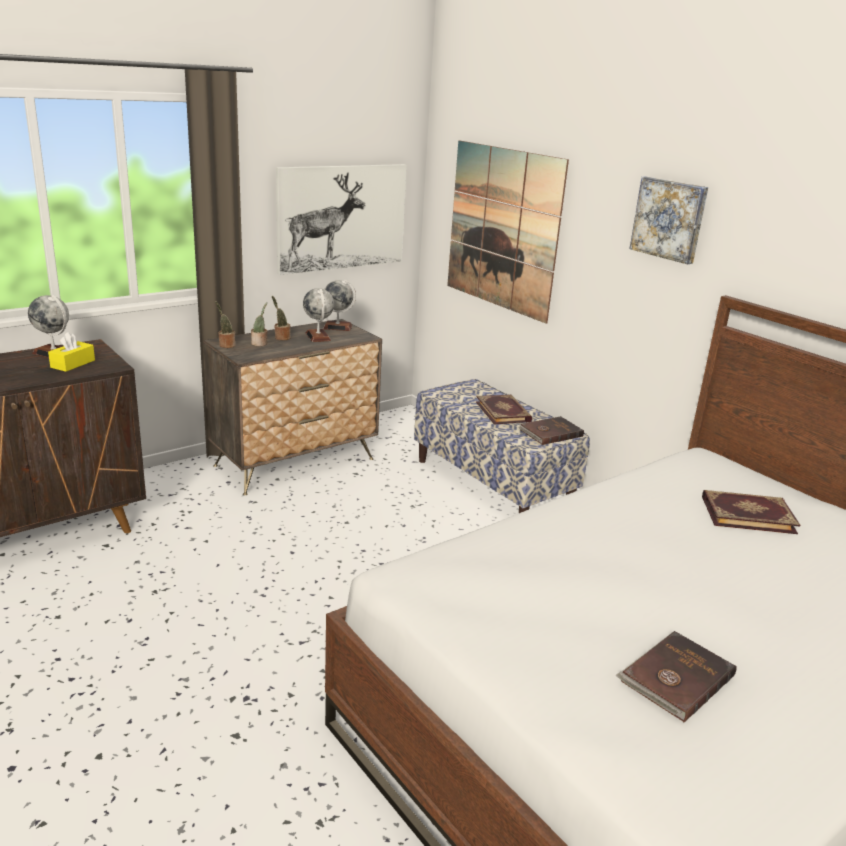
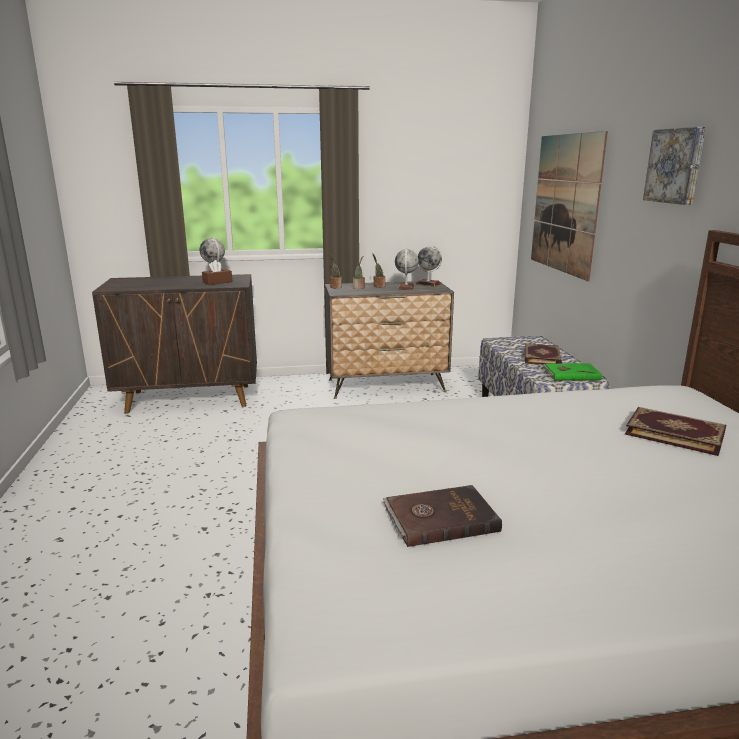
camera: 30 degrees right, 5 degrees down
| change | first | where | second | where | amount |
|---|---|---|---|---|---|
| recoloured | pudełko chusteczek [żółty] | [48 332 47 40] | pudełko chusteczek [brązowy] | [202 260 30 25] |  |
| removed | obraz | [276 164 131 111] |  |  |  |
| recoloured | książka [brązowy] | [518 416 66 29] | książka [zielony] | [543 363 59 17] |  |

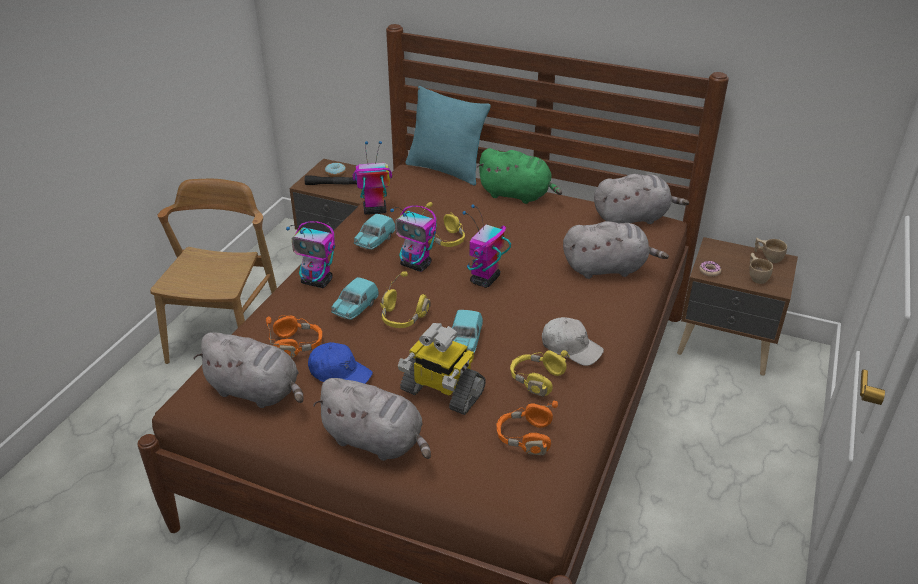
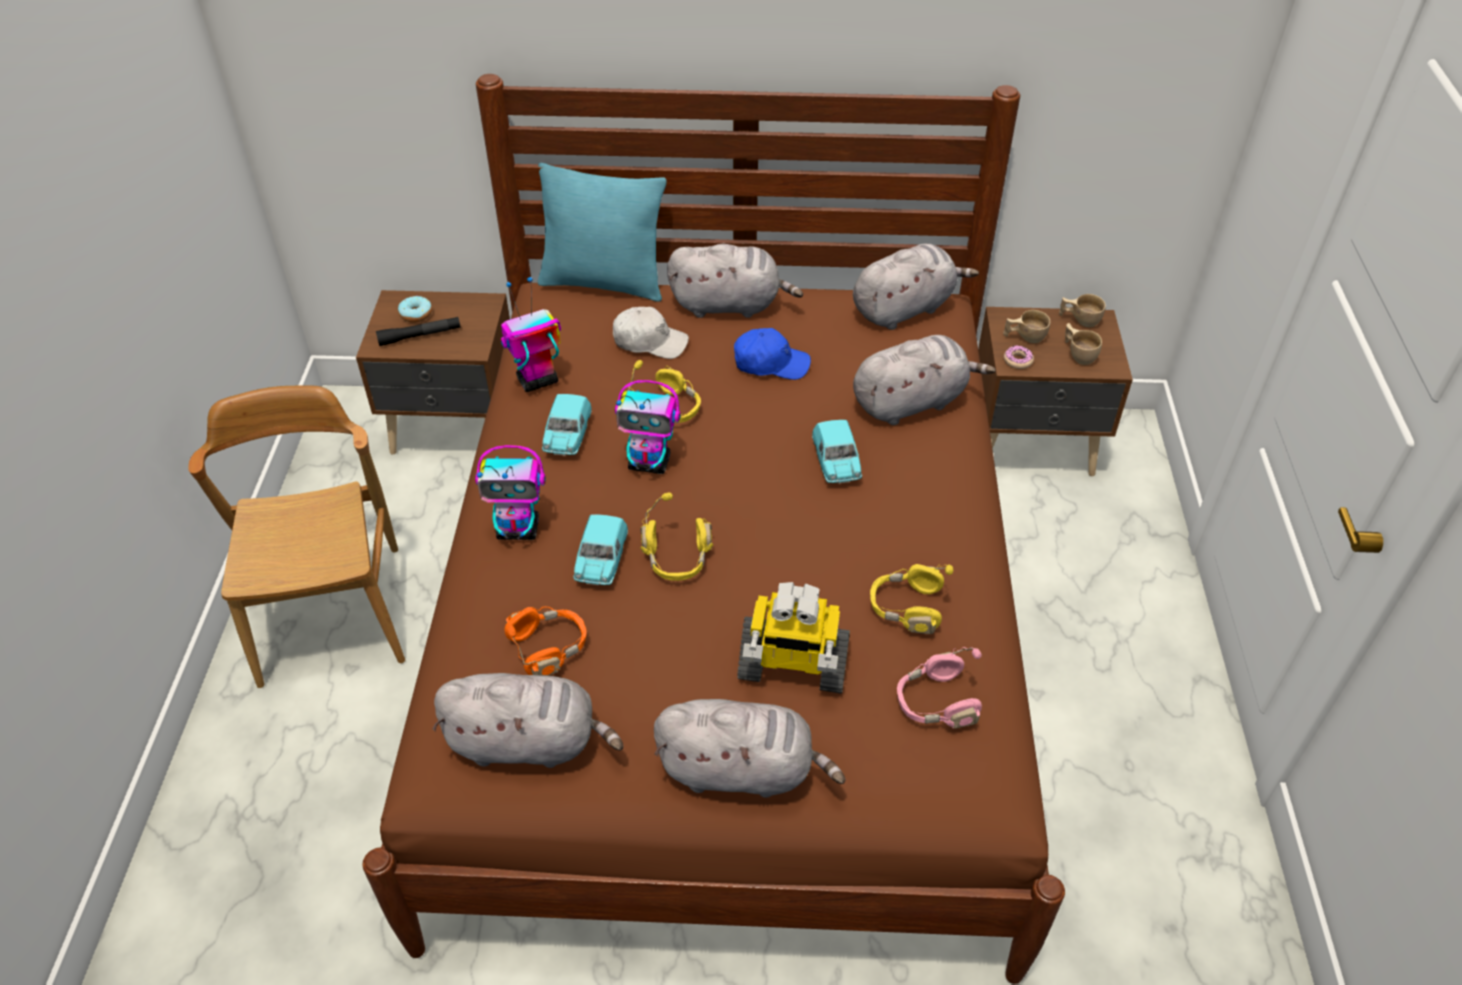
camera: 20 degrees left, 10 degrees up
| change | first | where | second | where | amount |
|---|---|---|---|---|---|
| moved | czapka z daszkiem [niebieski] | [308 342 65 42] |  | [734 328 77 52] |  |
| moved | samochodzik [turkusowy] | [452 310 31 44] |  | [812 420 50 64] |  |
| removed | robot zabawkowy | [462 205 49 83] |  |  |  |
| recoloured | pluszak [zielony] | [477 148 85 56] | pluszak [szary] | [667 244 136 74] |  |
| recoloured | słuchawki [pomarańczowy] | [497 401 61 54] | słuchawki [różowy] | [897 647 85 82] |  |
| moved | czapka z daszkiem [biały] | [542 317 62 49] |  | [613 307 76 52] |  |
| added |  |  | filiżanka [beżowy] | [1003 310 47 33] |  |

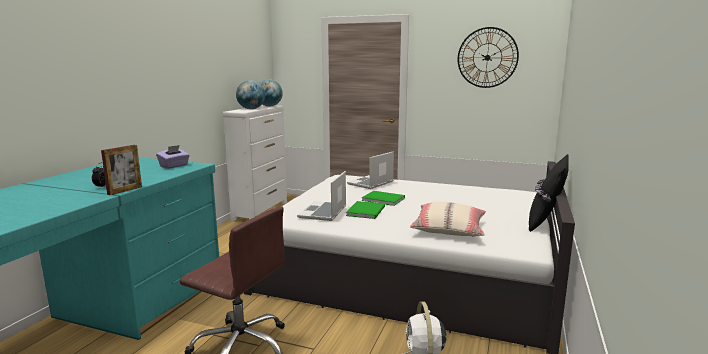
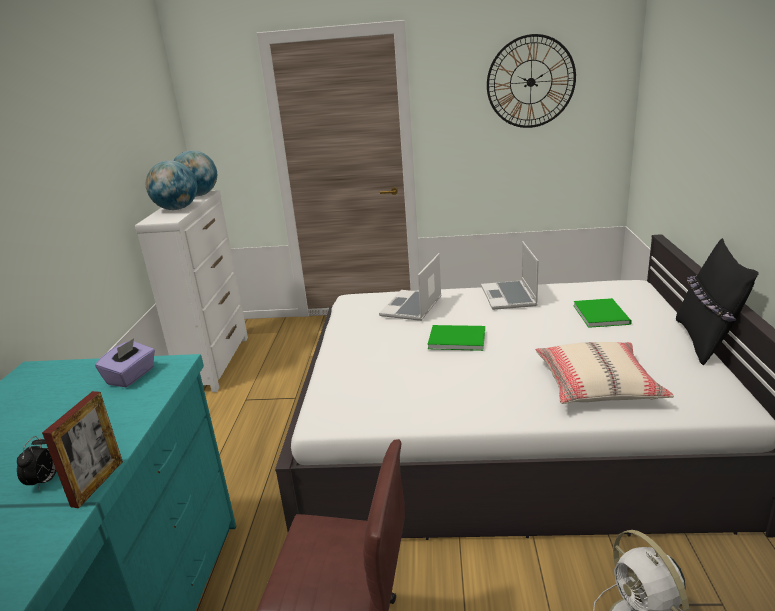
camera: 15 degrees left, 10 degrees up
| change | first | where | second | where | amount |
|---|---|---|---|---|---|
| moved | laptop | [297 171 49 50] |  | [481 241 58 69] |  |
| moved | książka [zielony] | [346 201 39 18] |  | [573 298 59 30] |  |

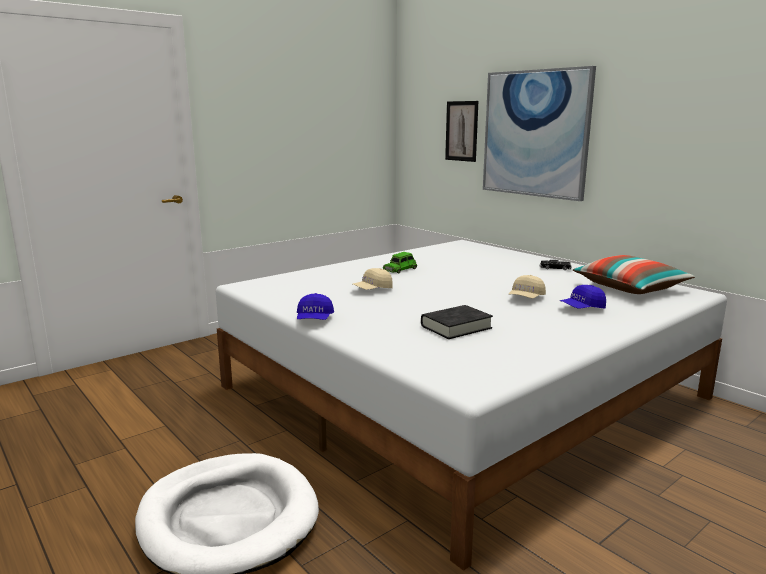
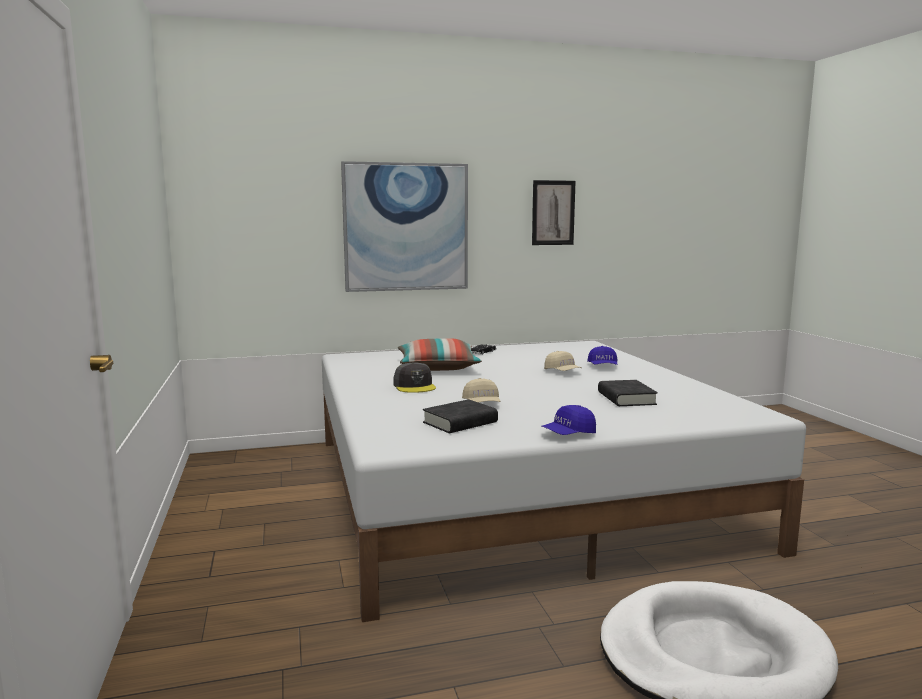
camera: 65 degrees left, 5 degrees down
| change | first | where | second | where | amount |
|---|---|---|---|---|---|
| turned | czapka z daszkiem [niebieski] | [297 293 37 27] |  | [541 405 55 30] | 120 degrees clockwise |
| replaced | samochodzik [zielony] | [383 252 34 21] | czapka z daszkiem [szary] | [393 363 43 30] |  |
| moved | obraz | [445 101 33 61] |  | [532 180 44 65] |  |
| moved | poduszka | [573 255 122 39] |  | [398 338 84 33] |  |
| added |  |  | książka [czarny] | [423 399 75 34] |  |

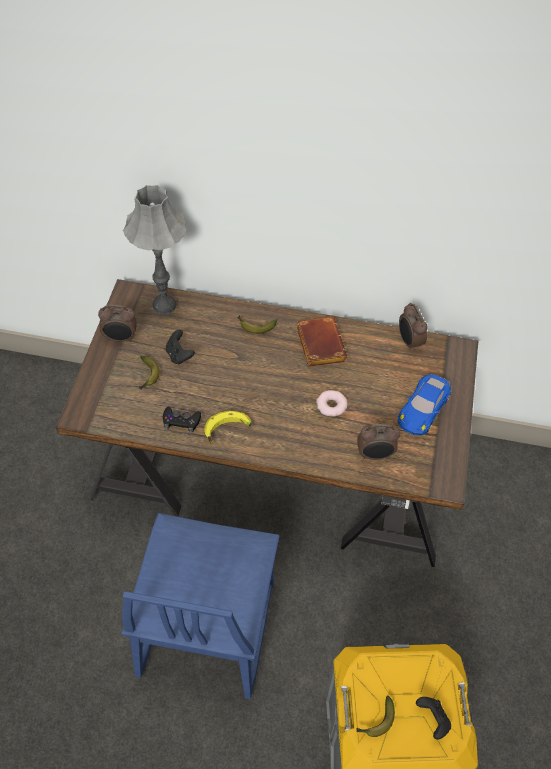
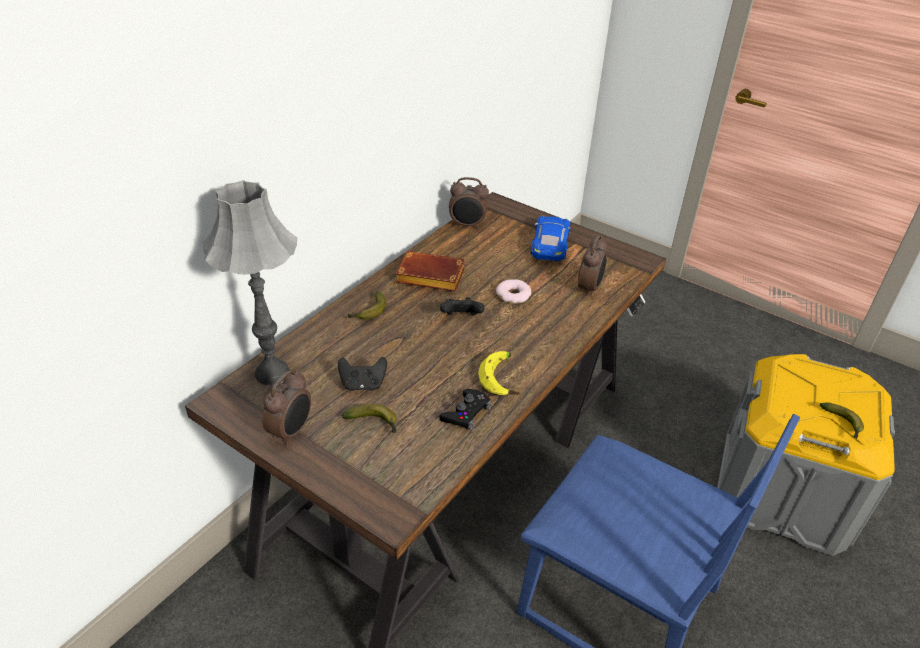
camera: 65 degrees left, 15 degrees down
| change | first | where | second | where | amount |
|---|---|---|---|---|---|
| turned | samochodzik [niebieski] | [398 374 53 62] |  | [530 216 41 46] | 135 degrees counterclockwise |
| moved | pad do gier [czarny] | [416 697 35 42] |  | [440 297 45 18] |  |

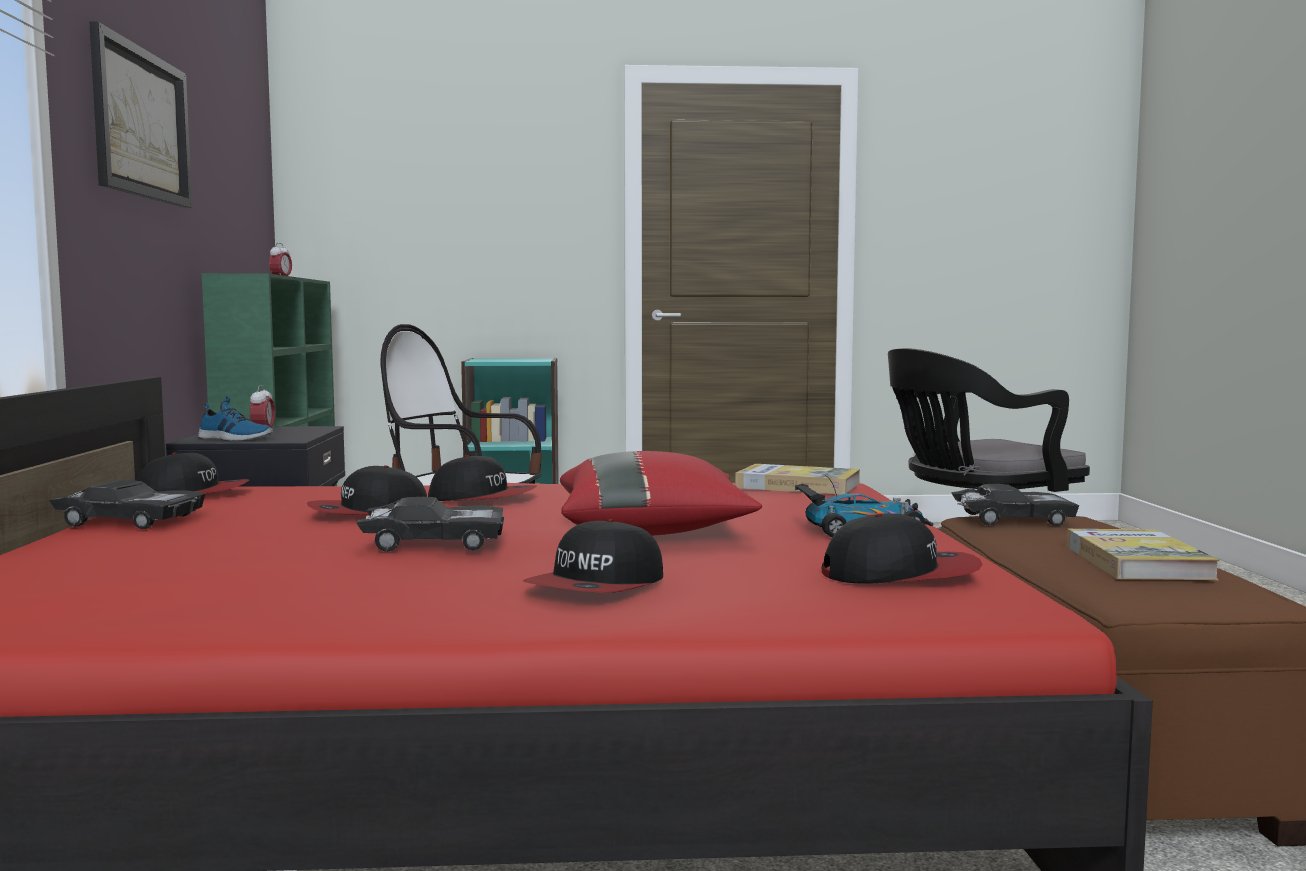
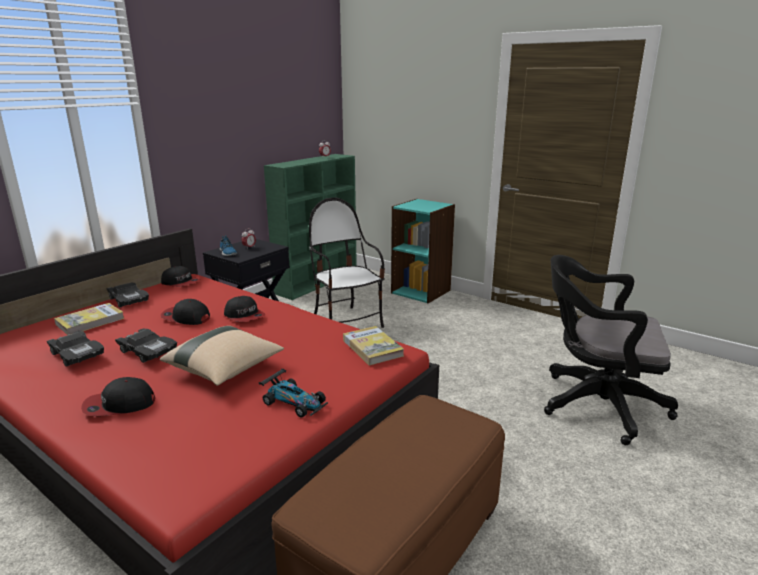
camera: 40 degrees right, 15 degrees up
| change | first | where | second | where | amount |
|---|---|---|---|---|---|
| removed | obraz | [90 21 102 187] |  |  |  |
| recoloured | poduszka [czerwony] | [560 451 202 85] | poduszka [beżowy] | [160 326 124 60] |  |
| removed | czapka z daszkiem | [822 513 161 71] |  |  |  |
| moved | samochodzik [czarny] | [951 484 128 42] |  | [47 331 57 36] |  |
| moved | książka | [1067 529 153 51] |  | [54 303 71 32] |  |

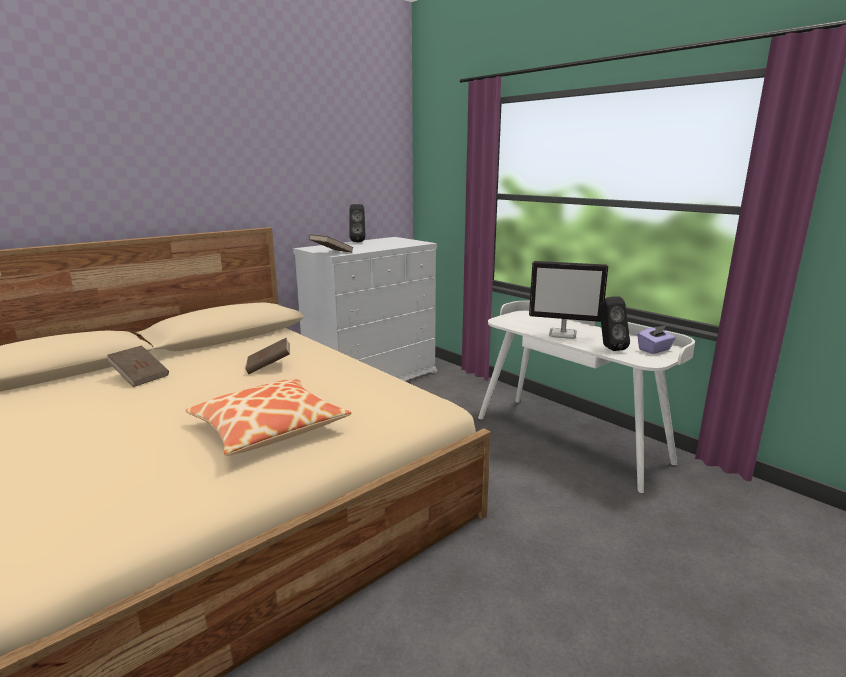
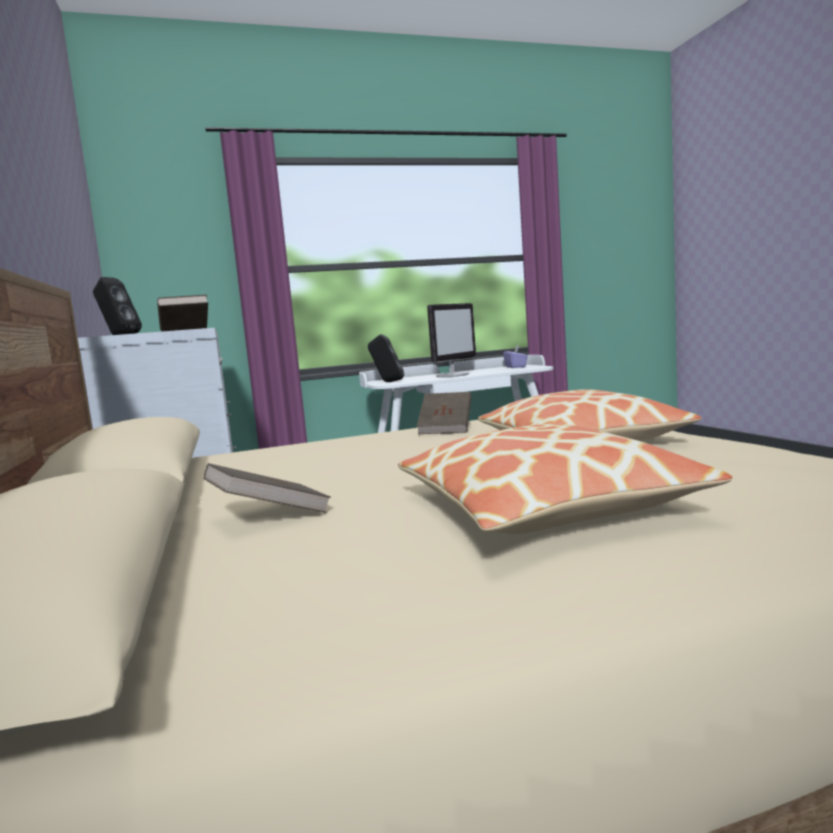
camera: 65 degrees left, 10 degrees down
| change | first | where | second | where | amount |
|---|---|---|---|---|---|
| moved | książka [brązowy] | [245 338 45 36] |  | [417 392 55 42] |  |
| moved | głośnik [czarny] | [599 296 31 55] |  | [368 334 36 48] |  |
| added |  |  | poduszka | [398 423 334 111] |  |

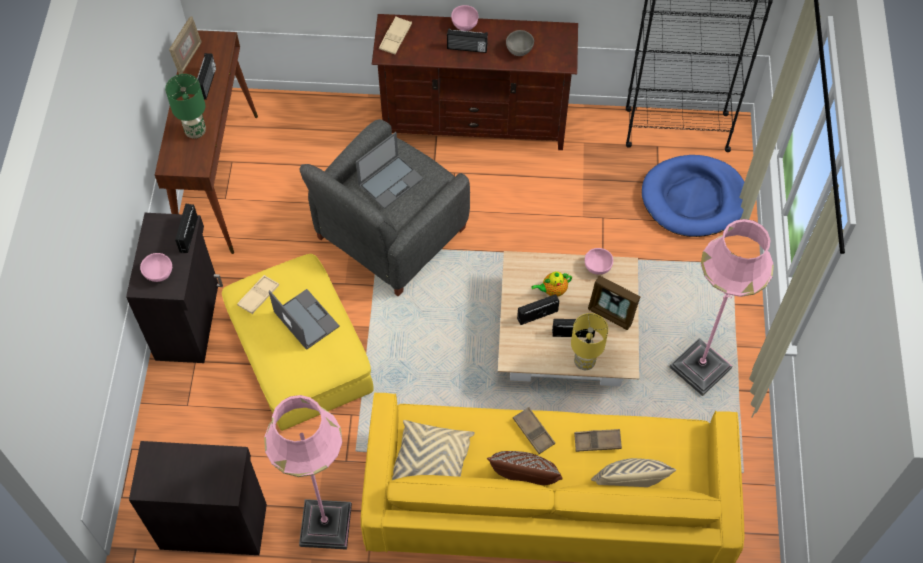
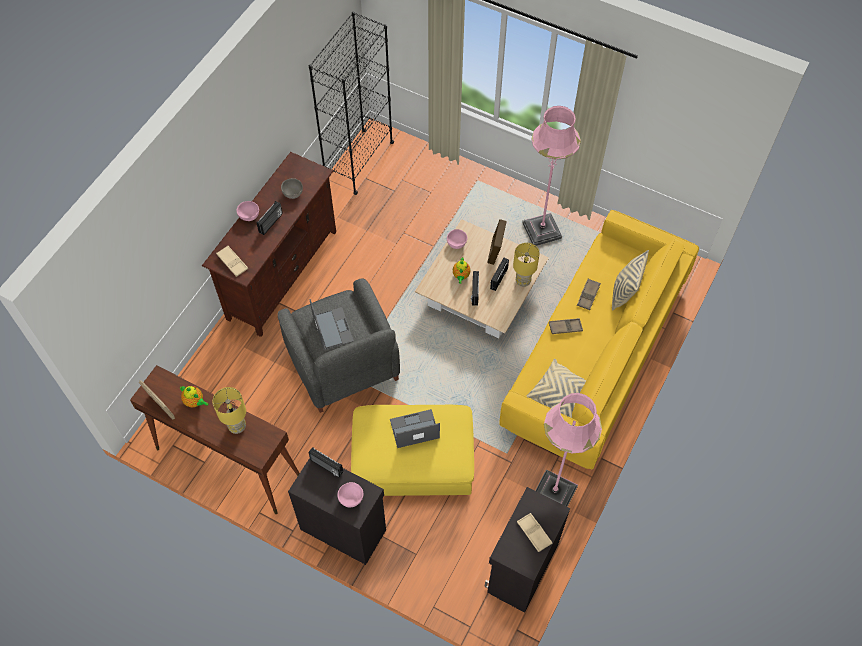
camera: 65 degrees left, 0 degrees up
| change | first | where | second | where | amount |
|---|---|---|---|---|---|
| recoloured | lampa stołowa [zielony] | [165 74 41 65] | lampa stołowa [żółty] | [212 387 34 47] |  |
| replaced | radio | [197 53 19 47] | imbryk | [180 386 29 21] |  |
| moved | taca [beżowy] | [237 275 42 39] |  | [517 513 35 39] |  |
| removed | poduszka [brązowy] | [487 451 76 34] |  |  |  |
| turned | ramka na zdjęcie | [588 276 52 54] |  | [487 219 20 46] | 135 degrees clockwise |
| removed | legowisko [niebieski] | [642 155 102 82] |  |  |  |

